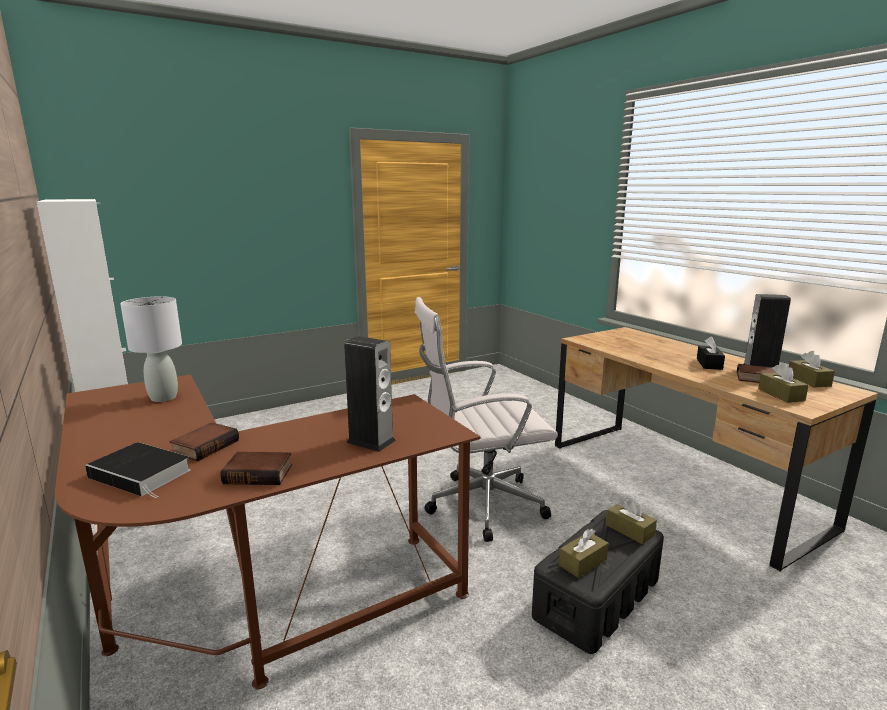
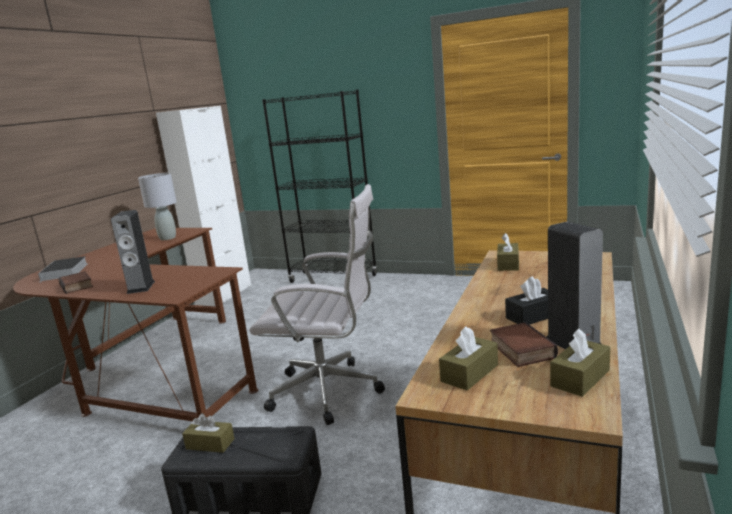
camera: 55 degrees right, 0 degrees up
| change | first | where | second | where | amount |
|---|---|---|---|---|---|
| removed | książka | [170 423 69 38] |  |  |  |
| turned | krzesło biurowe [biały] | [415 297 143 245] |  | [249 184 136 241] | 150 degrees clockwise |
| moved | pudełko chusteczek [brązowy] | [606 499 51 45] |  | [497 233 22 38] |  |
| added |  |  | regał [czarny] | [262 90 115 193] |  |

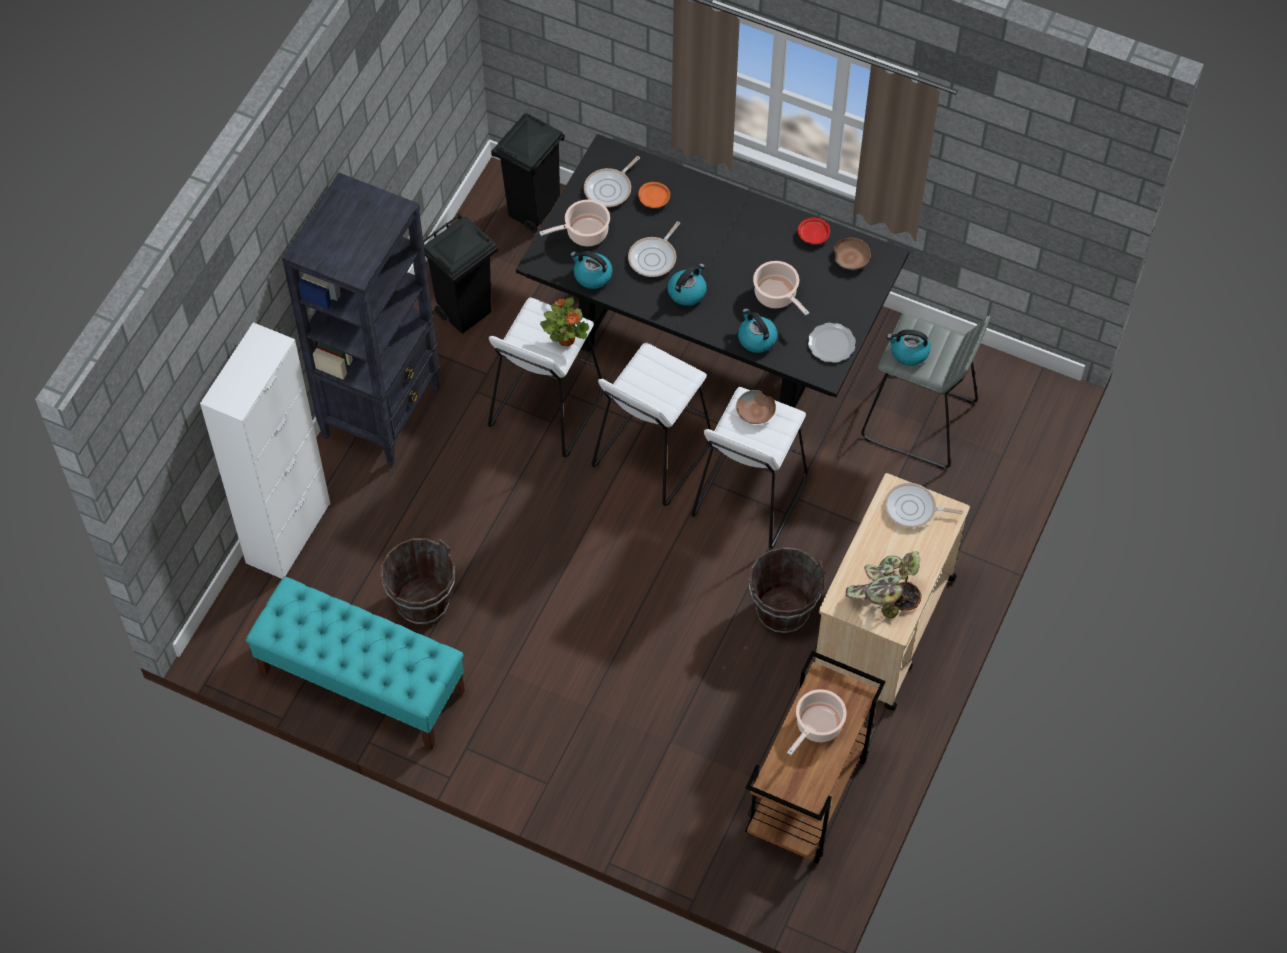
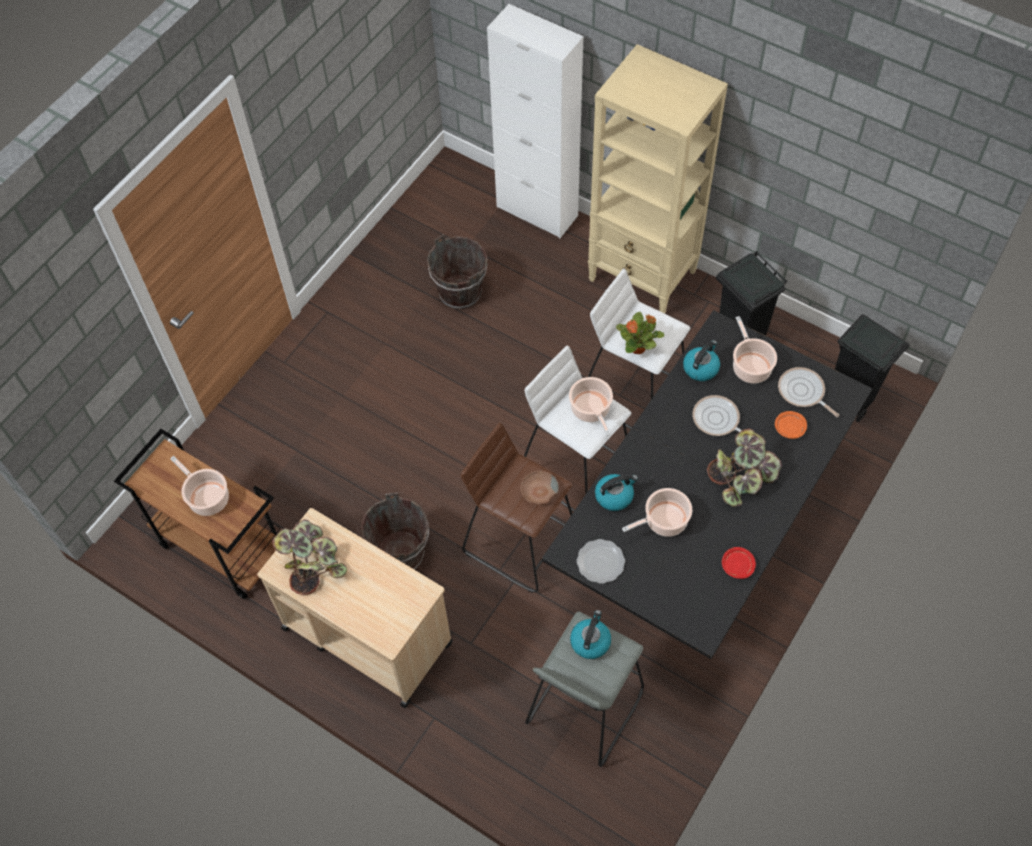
camera: 100 degrees right, 0 degrees up
| change | first | where | second | where | amount |
|---|---|---|---|---|---|
| removed | ławka [turkusowy] | [246 576 219 174] |  |  |  |
| recoloured | regał [czarny] | [282 172 158 294] | regał [beżowy] | [588 44 140 270] |  |
| removed | czajnik | [667 263 40 43] |  |  |  |
| recoloured | stołek [biały] | [691 387 116 162] | stołek [brązowy] | [461 423 111 170] |  |
| removed | miska [brązowy] | [834 238 37 32] |  |  |  |
| removed | patelnia | [885 483 78 45] |  |  |  |
| added |  |  | garnek | [569 377 44 59] |  |
| added |  |  | roślina doniczkowa | [707 428 75 78] |  |

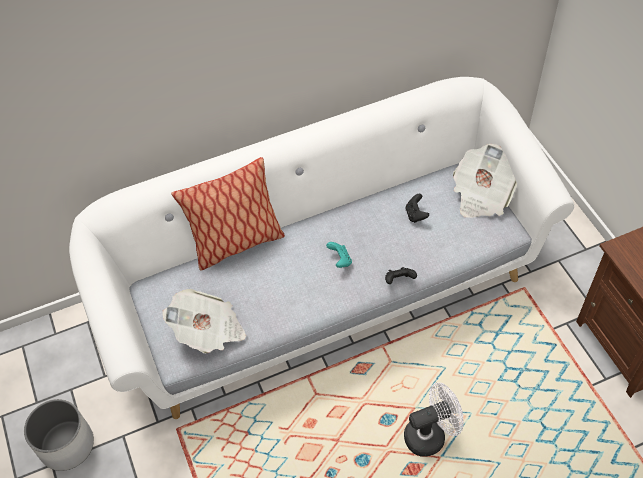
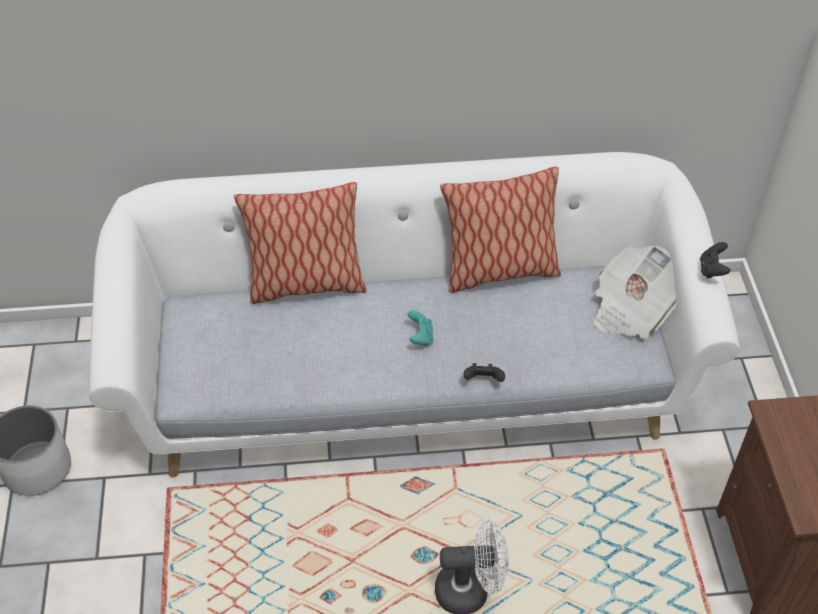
camera: 15 degrees right, 5 degrees down
| change | first | where | second | where | amount |
|---|---|---|---|---|---|
| removed | gazeta | [162 289 84 64] |  |  |  |
| moved | pad do gier [czarny] | [406 194 23 29] |  | [700 242 30 37] |  |
| added |  |  | poduszka | [440 166 121 127] |  |

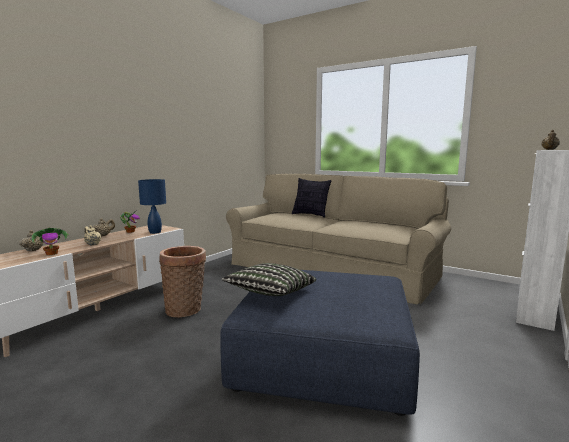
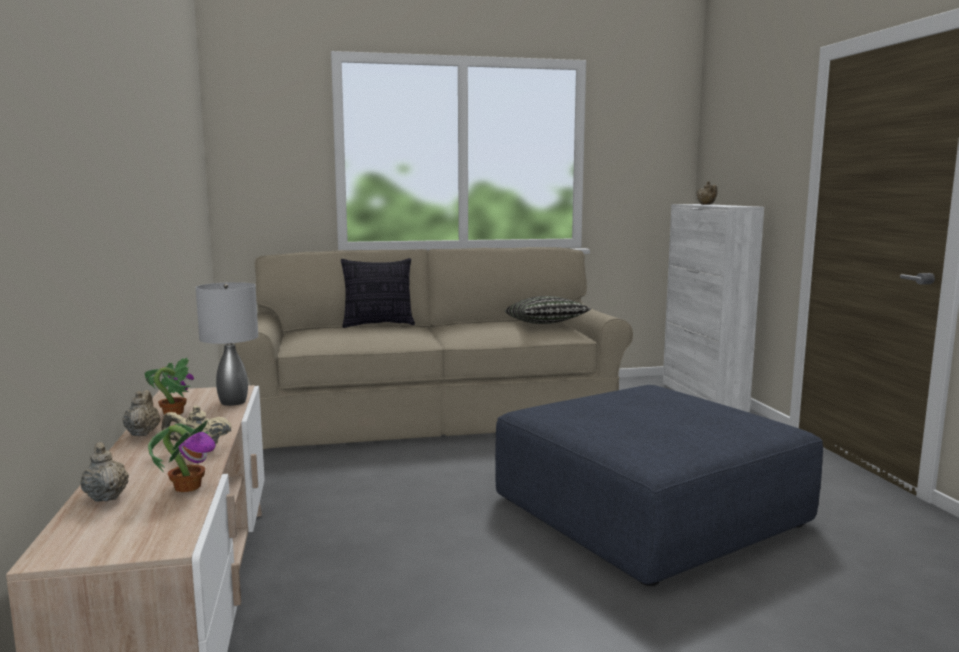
camera: 45 degrees left, 0 degrees up
| change | first | where | second | where | amount |
|---|---|---|---|---|---|
| recoloured | lampa stołowa [niebieski] | [138 179 28 55] | lampa stołowa [szary] | [196 282 62 124] |  |
| removed | koszyk | [159 246 47 72] |  |  |  |
| moved | poduszka | [222 263 94 33] |  | [505 296 86 28] |  |

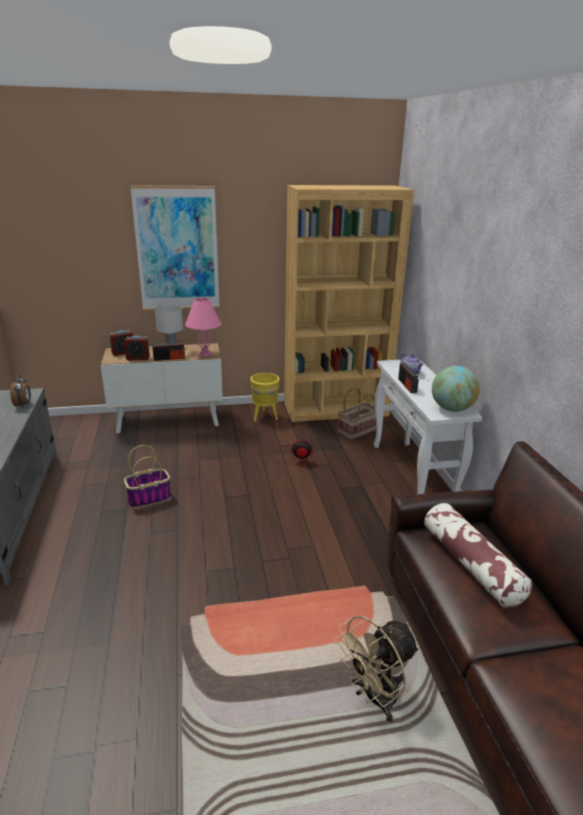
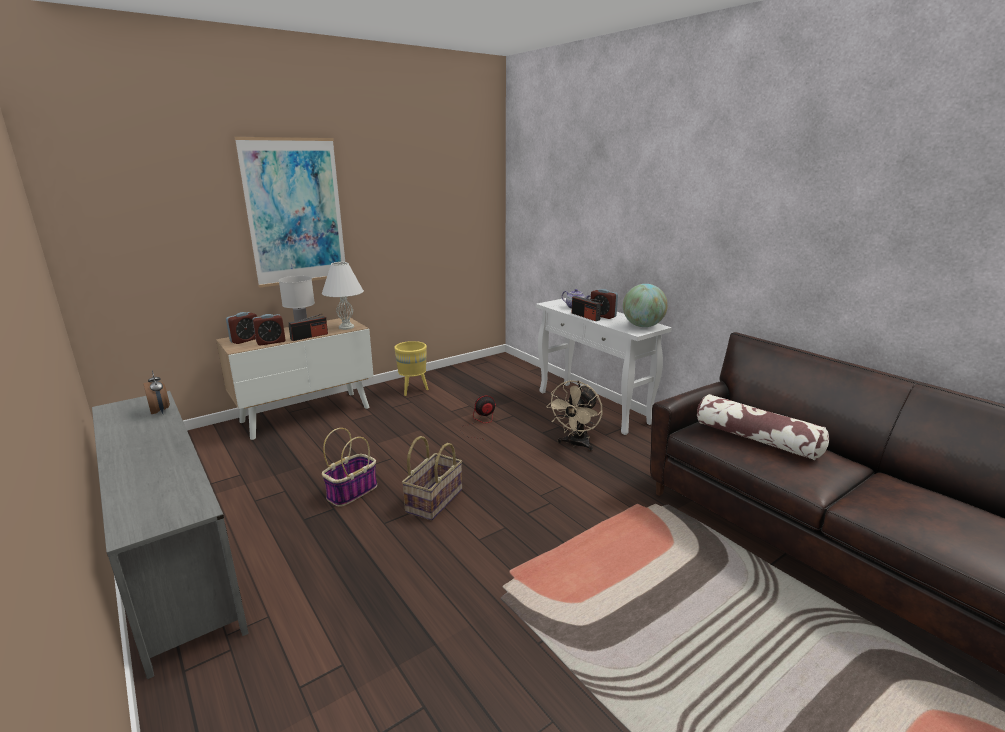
camera: 25 degrees left, 5 degrees down
| change | first | where | second | where | amount |
|---|---|---|---|---|---|
| recoloured | lampa stołowa [różowy] | [185 297 36 60] | lampa stołowa [biały] | [322 262 42 68] |  |
| removed | regał [brązowy] | [284 185 130 237] |  |  |  |
| moved | wentylator [beżowy] | [334 616 85 106] |  | [547 380 55 71] |  |
| moved | koszyk | [338 387 38 53] |  | [402 436 60 85] |  |
| added |  |  | budzik | [591 289 27 30] |  |

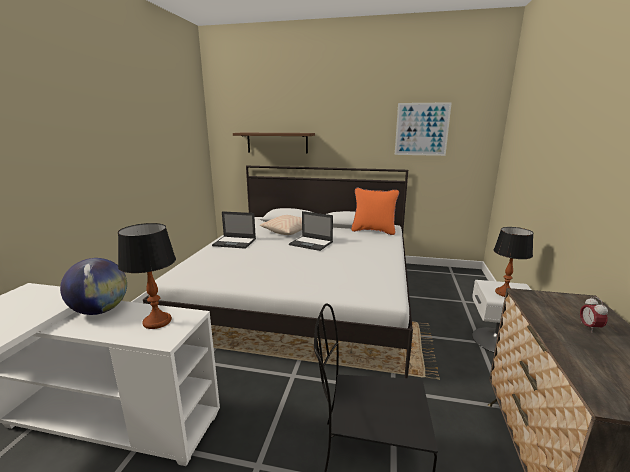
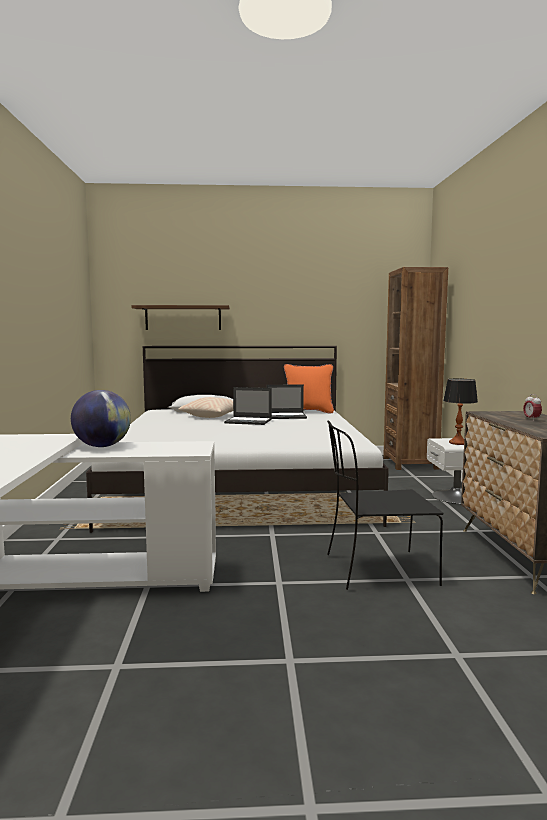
camera: 15 degrees left, 10 degrees down
| change | first | where | second | where | amount |
|---|---|---|---|---|---|
| removed | lampa stołowa | [118 223 58 106] |  |  |  |
| moved | laptop | [212 211 44 38] |  | [267 384 40 35] |  |
| removed | obraz | [395 102 57 54] |  |  |  |
| added |  |  | regał [brązowy] | [383 267 65 203] |  |

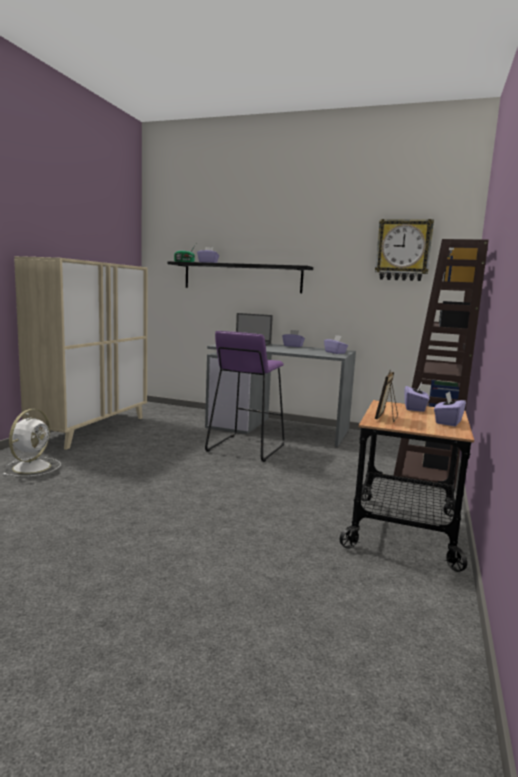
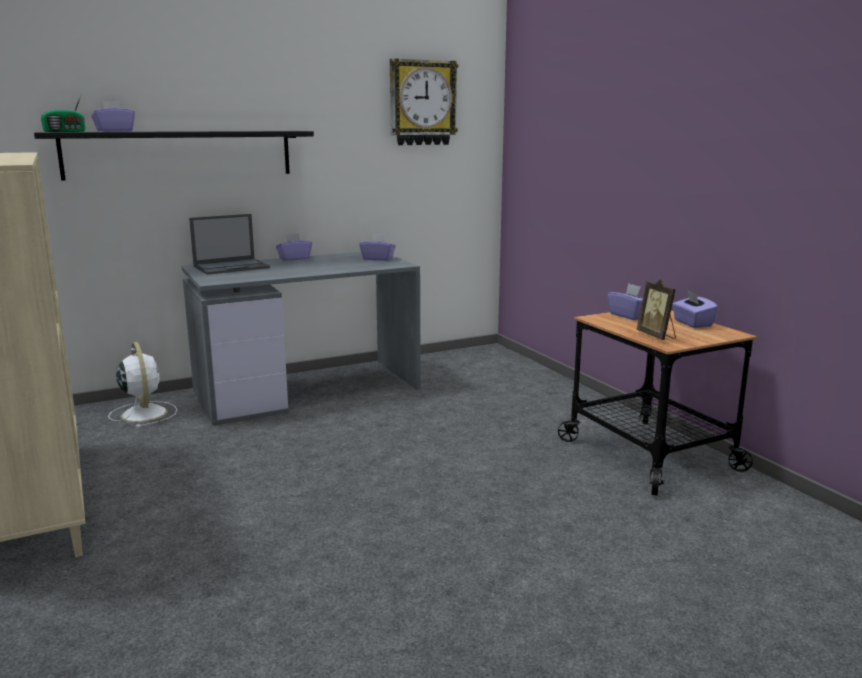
camera: 45 degrees left, 5 degrees up
| change | first | where | second | where | amount |
|---|---|---|---|---|---|
| moved | wentylator [biały] | [3 409 57 67] |  | [108 342 69 86] |  |
| removed | stołek [fioletowy] | [205 331 79 131] |  |  |  |
| removed | regał [brązowy] | [393 239 96 249] |  |  |  |

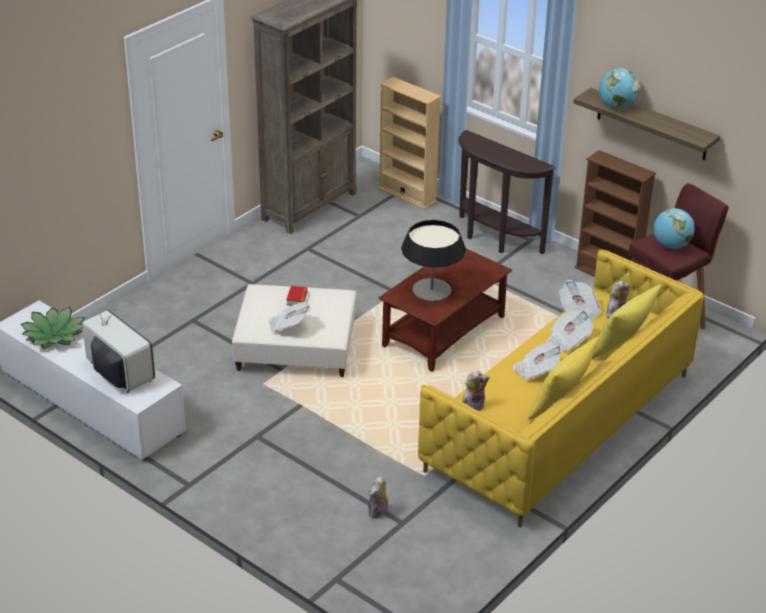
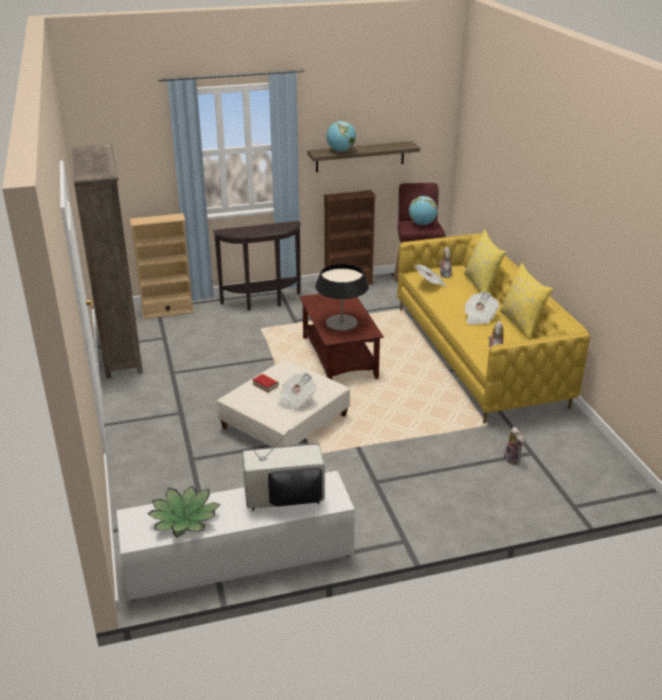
camera: 55 degrees left, 5 degrees down
| change | first | where | second | where | amount |
|---|---|---|---|---|---|
| removed | gazeta | [545 310 48 42] |  |  |  |

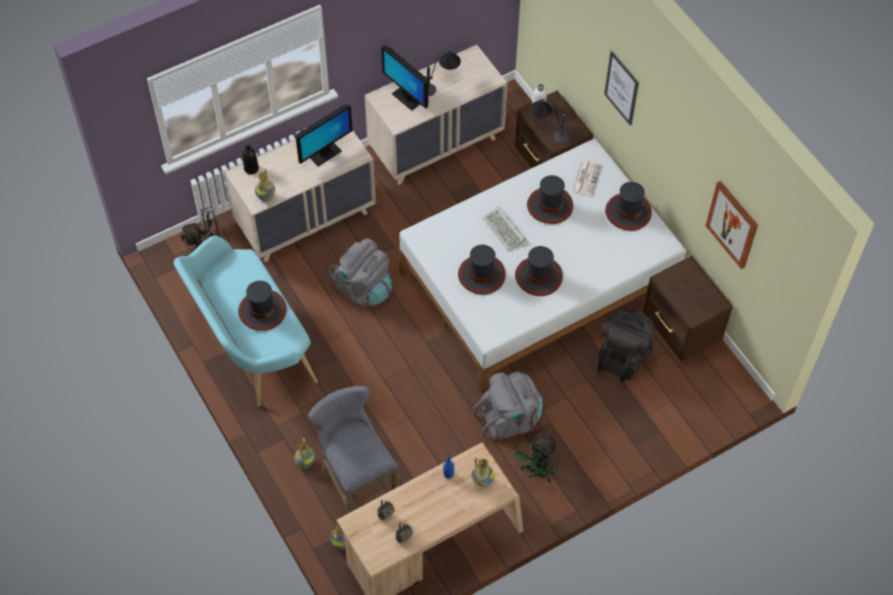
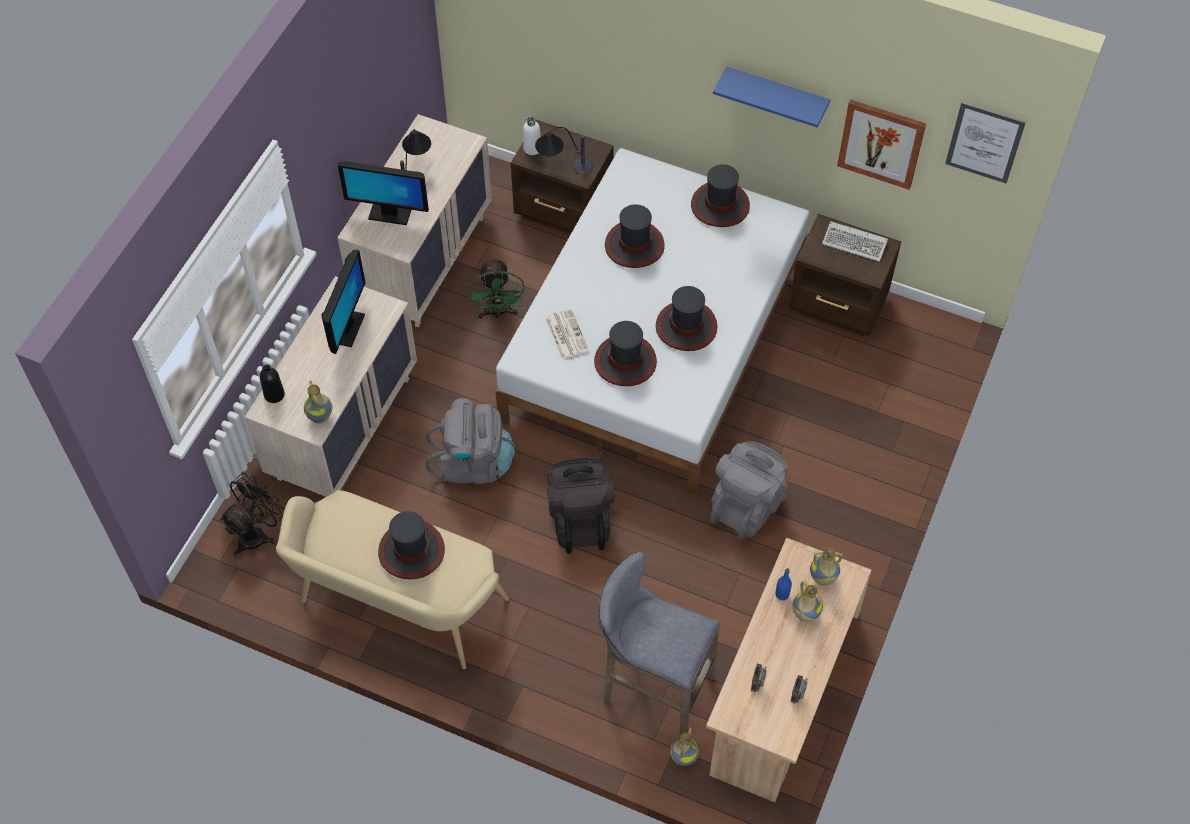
camera: 35 degrees left, 0 degrees up
| change | first | where | second | where | amount |
|---|---|---|---|---|---|
| recoloured | ławka [turkusowy] | [174 236 144 171] | ławka [beżowy] | [276 490 233 179] |  |
| moved | wazon | [294 438 21 30] |  | [792 581 31 41] |  |
| moved | klawiatura | [483 206 43 45] |  | [822 221 66 41] |  |
| moved | wentylator [zielony] | [511 433 48 50] |  | [467 257 58 62] |  |
| moved | gazeta | [572 160 30 36] |  | [545 309 44 51] |  |
| moved | plecak [czarny] | [598 308 56 74] |  | [547 457 68 97] |  |
| moved | obraz | [604 51 35 75] |  | [945 102 81 81] |  |
| added |  |  | półka [niebieski] | [713 66 117 61] |  |

